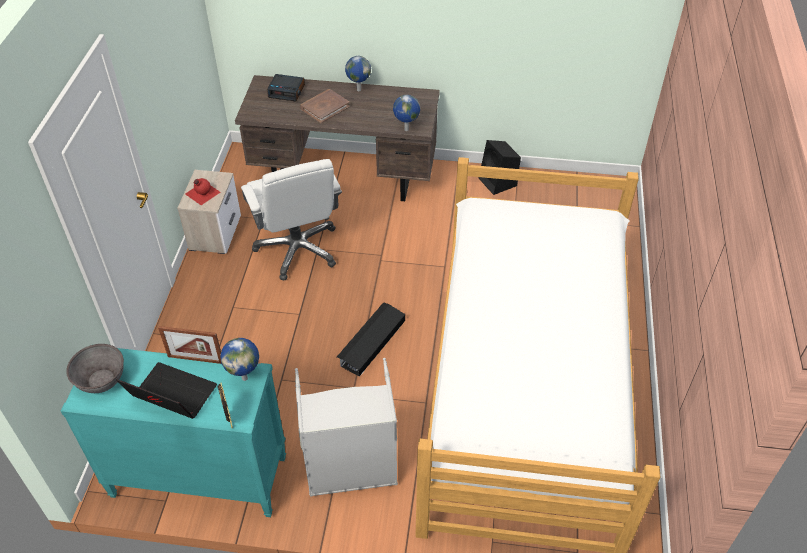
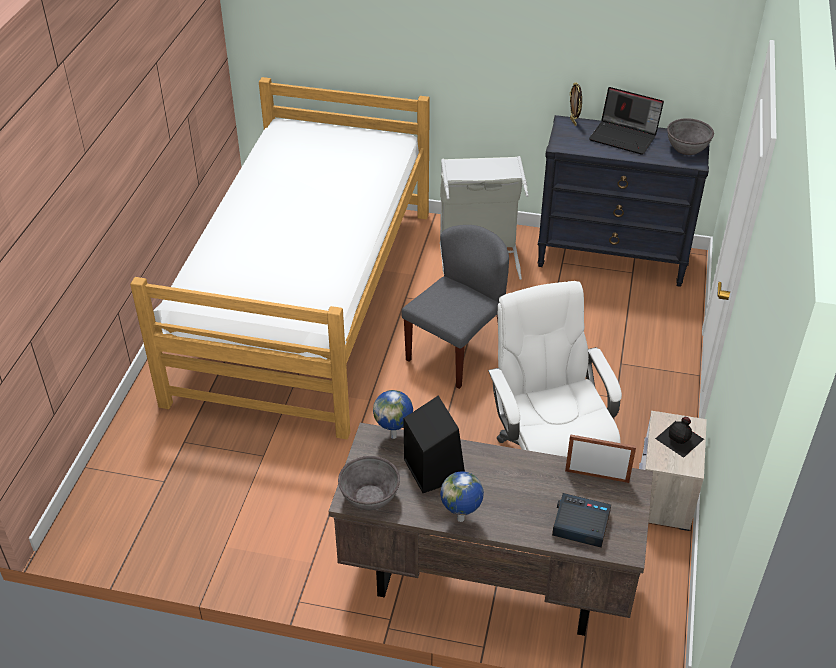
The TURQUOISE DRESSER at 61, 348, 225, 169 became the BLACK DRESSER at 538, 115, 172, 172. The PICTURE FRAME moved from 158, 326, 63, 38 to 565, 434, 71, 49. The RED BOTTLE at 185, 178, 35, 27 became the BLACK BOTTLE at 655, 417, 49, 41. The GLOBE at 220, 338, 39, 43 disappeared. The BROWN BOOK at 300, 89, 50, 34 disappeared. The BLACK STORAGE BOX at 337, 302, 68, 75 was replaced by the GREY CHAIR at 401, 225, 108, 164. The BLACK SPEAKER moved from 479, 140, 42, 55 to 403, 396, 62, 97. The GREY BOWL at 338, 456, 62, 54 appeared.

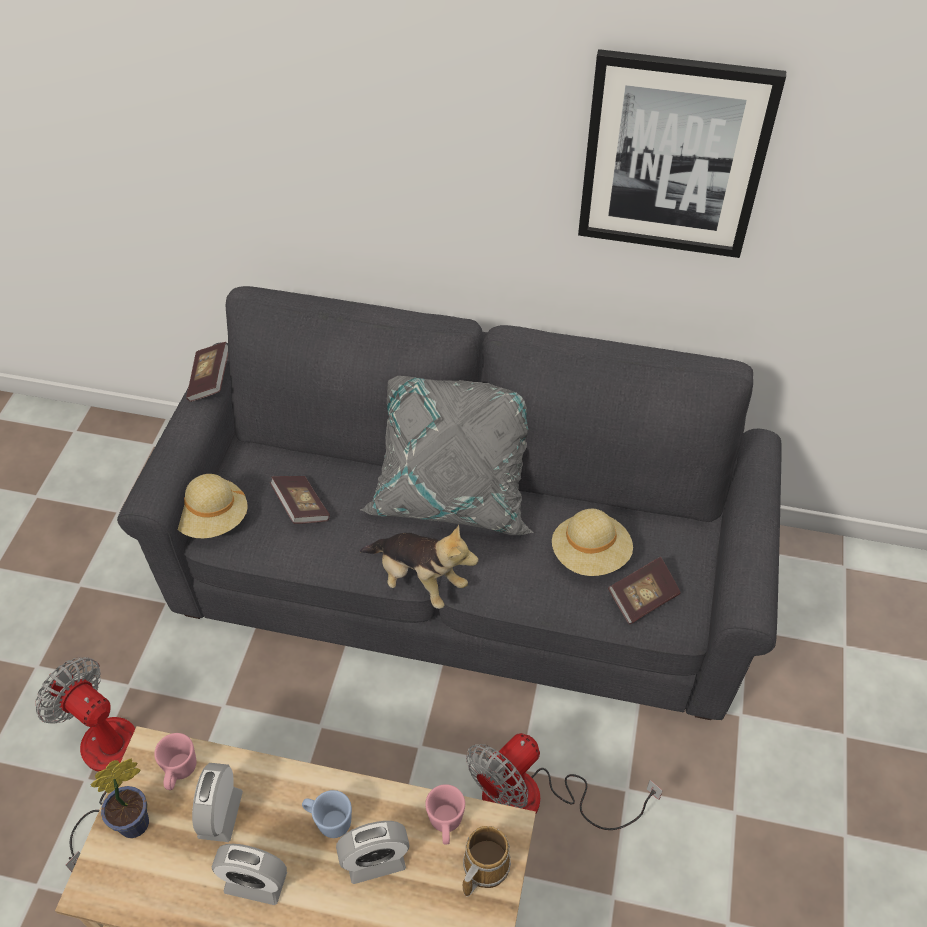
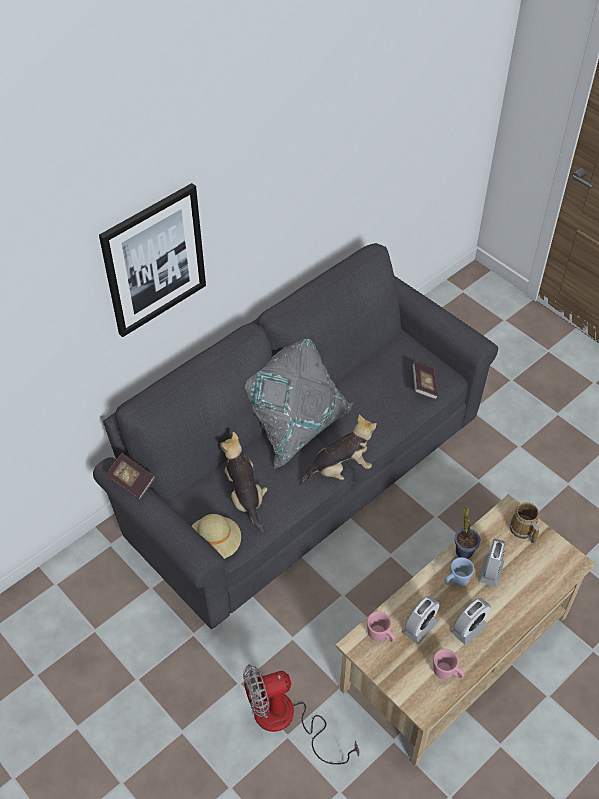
The POTTED PLANT moved from 90, 759, 59, 79 to 455, 506, 25, 53. The ALARM CLOCK at 192, 763, 51, 79 turned 90 degrees counterclockwise. The BOOK at 270, 476, 60, 48 was replaced by the PLUSH TOY at 220, 432, 48, 101. The PINK MUG moved from 425, 784, 40, 61 to 433, 649, 31, 30. The FAN at 466, 733, 197, 97 disappeared. The BEIGE HAT at 552, 509, 81, 67 disappeared. The PICTURE moved from 578, 49, 208, 209 to 99, 183, 107, 154.

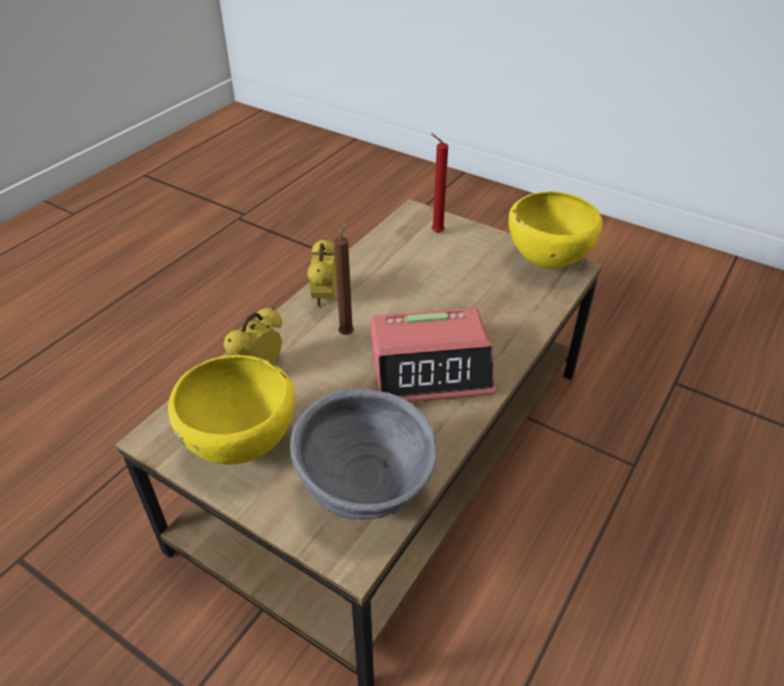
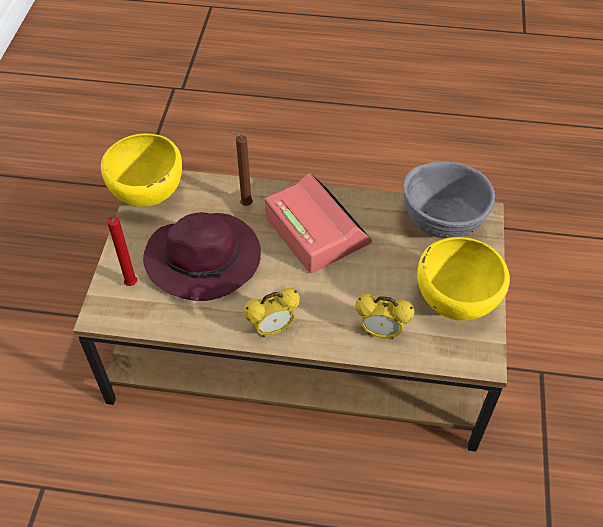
The BROWN CANDLE moved from 334, 222, 20, 113 to 229, 131, 24, 75. The PURPLE HAT at 143, 212, 118, 89 appeared.

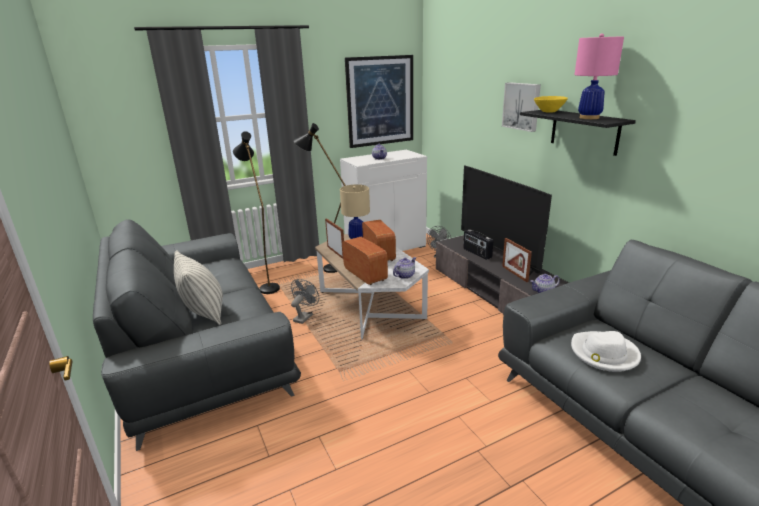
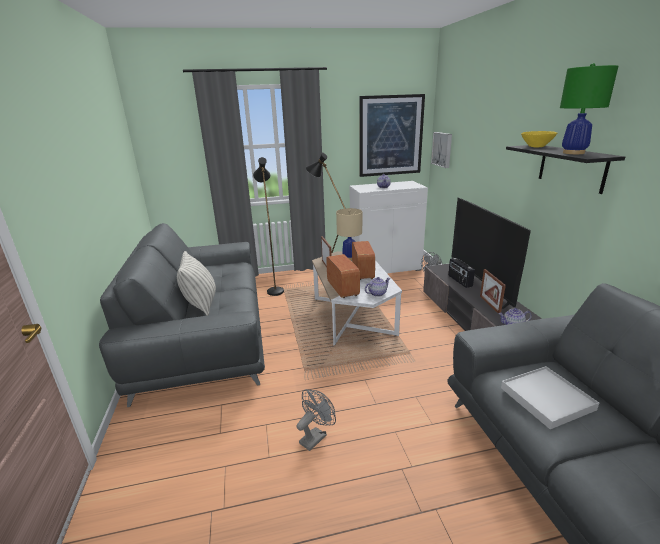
The GREY FAN moved from 291, 279, 28, 45 to 297, 389, 39, 62. The PICTURE moved from 502, 82, 39, 50 to 431, 132, 21, 36. The WHITE HAT at 571, 331, 70, 41 was replaced by the WHITE TRAY at 501, 366, 98, 63. The PINK TABLE LAMP at 575, 33, 49, 86 became the GREEN TABLE LAMP at 560, 63, 58, 91.

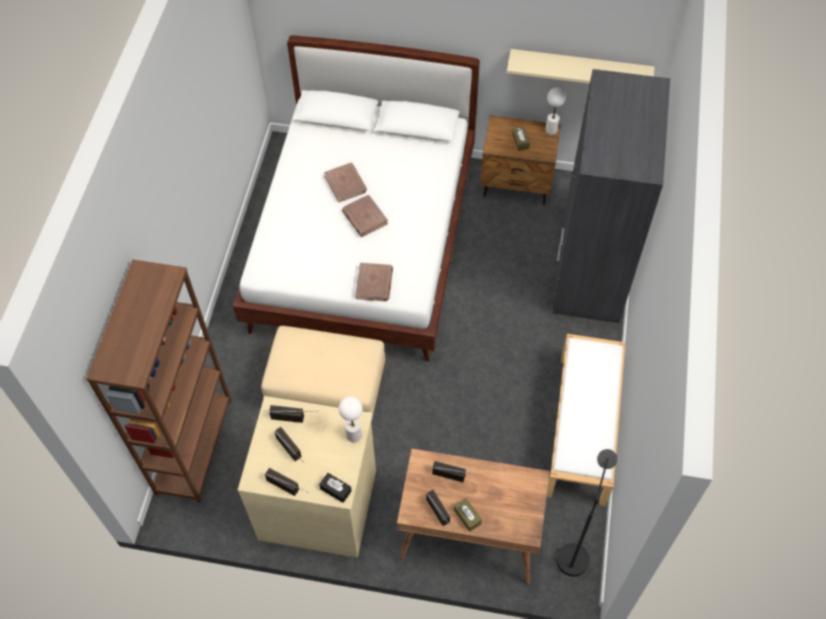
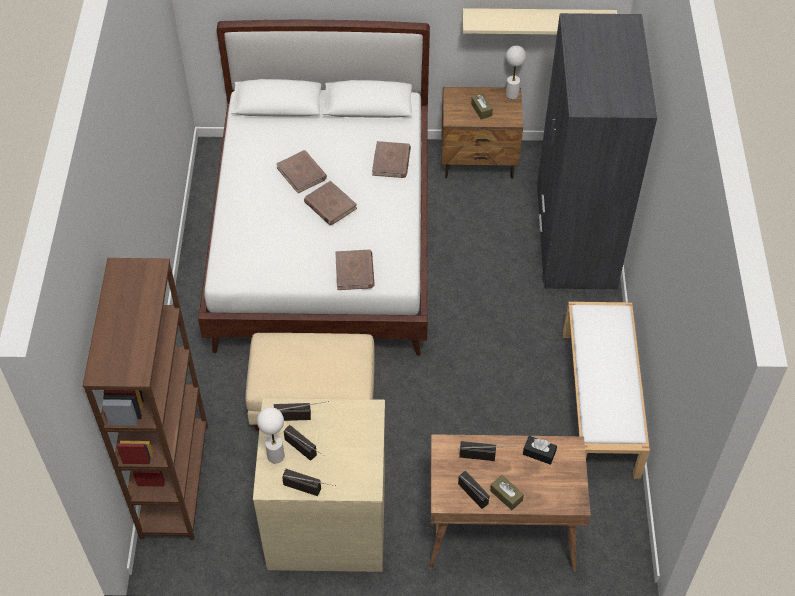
The BLACK TISSUE BOX moved from 319, 473, 32, 30 to 523, 436, 34, 29. The WHITE TABLE LAMP moved from 338, 397, 25, 45 to 257, 407, 28, 56. The BLACK FLOOR LAMP at 556, 449, 61, 127 disappeared. The BROWN BOOK at 372, 141, 39, 37 appeared.

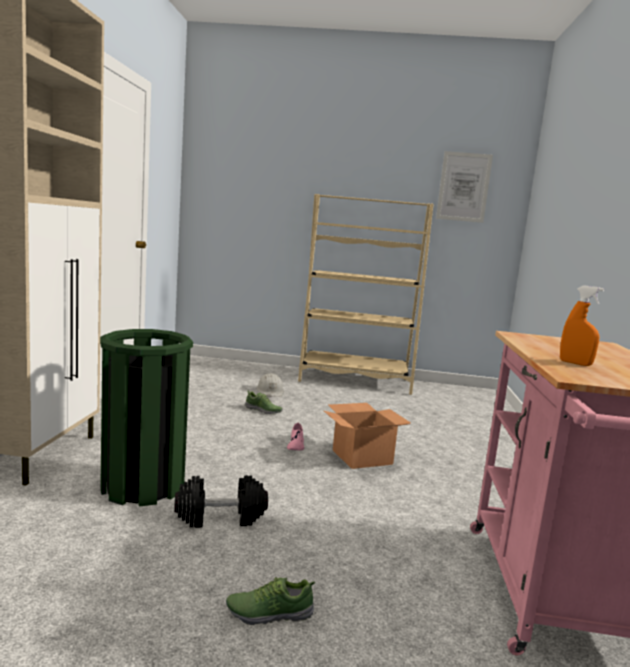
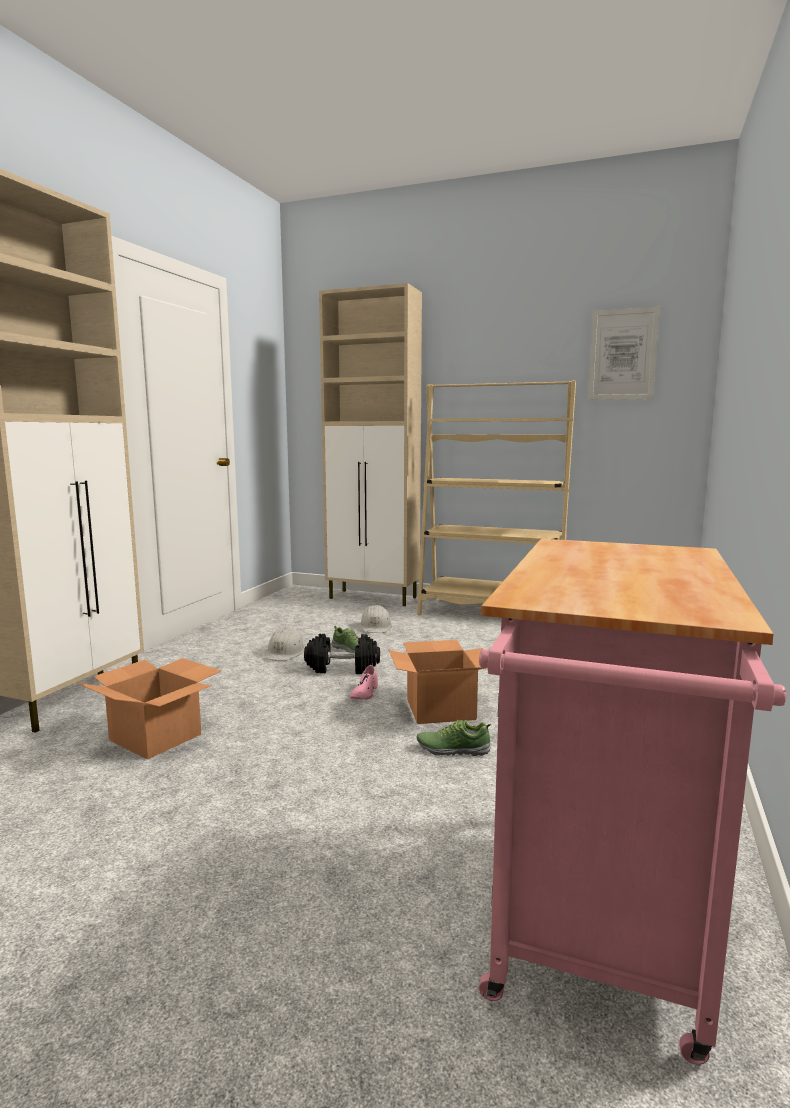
The GREEN TRASH CAN at 100, 329, 93, 178 was replaced by the CARDBOARD BOX at 77, 658, 144, 101. The BLACK DUMBBELL moved from 174, 475, 94, 53 to 304, 634, 76, 40. The SHOE moved from 226, 577, 90, 48 to 417, 720, 74, 36. The ORANGE SPRAY BOTTLE at 560, 285, 44, 81 disappeared. The WHITE HARD HAT at 265, 627, 40, 34 appeared. The BEIGE CABINET at 319, 283, 103, 323 appeared.

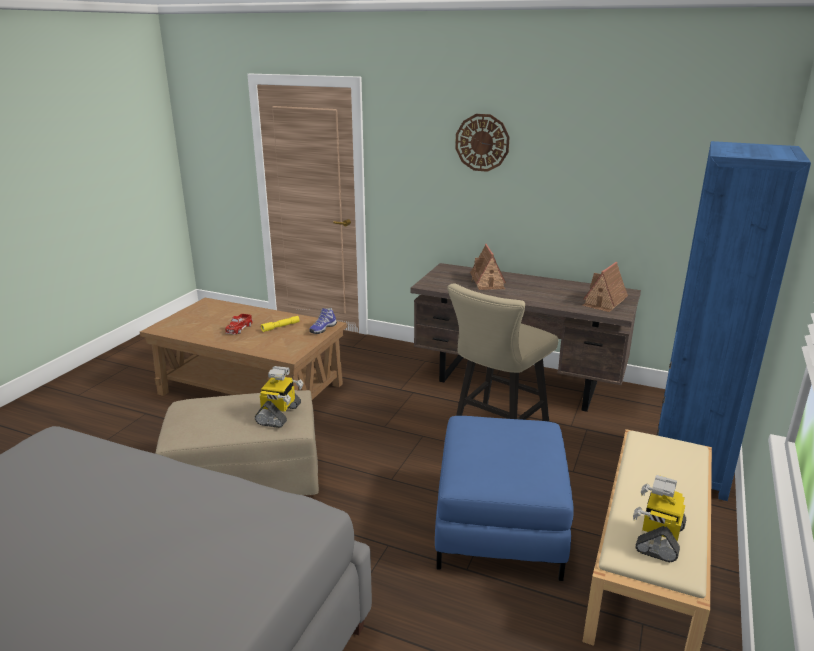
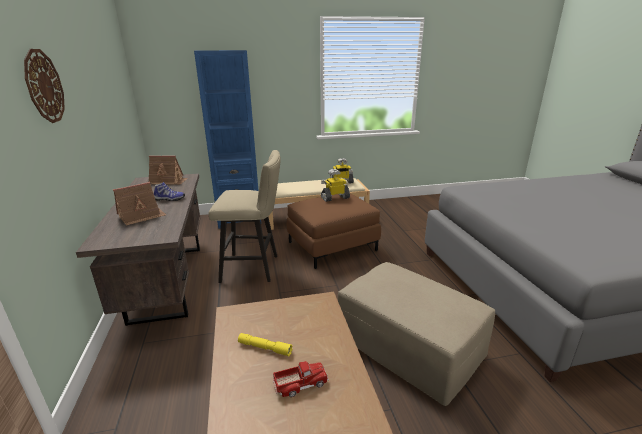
The TOY ROBOT moved from 255, 366, 49, 62 to 321, 169, 29, 33. The SHOE moved from 309, 308, 28, 26 to 154, 182, 31, 19. The BLUE OTTOMAN at 435, 416, 139, 165 became the BROWN OTTOMAN at 287, 193, 94, 76.

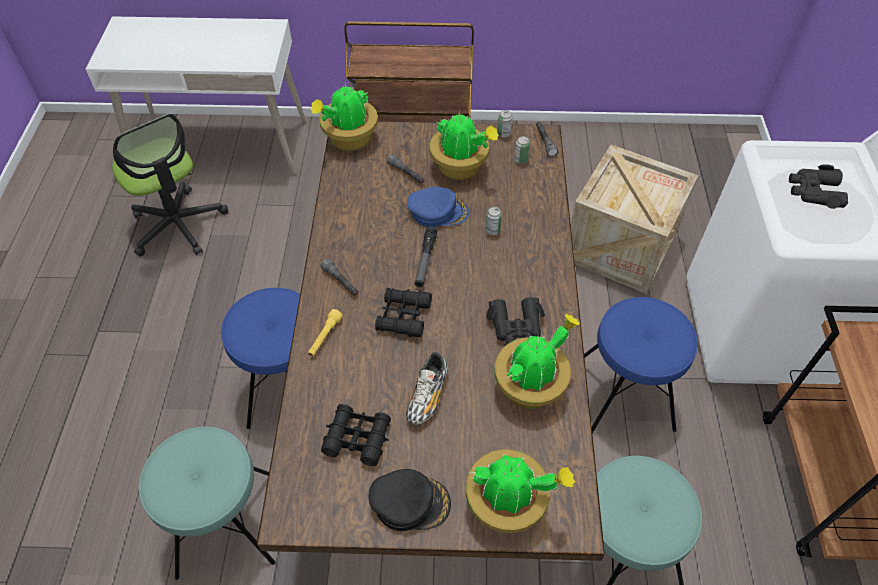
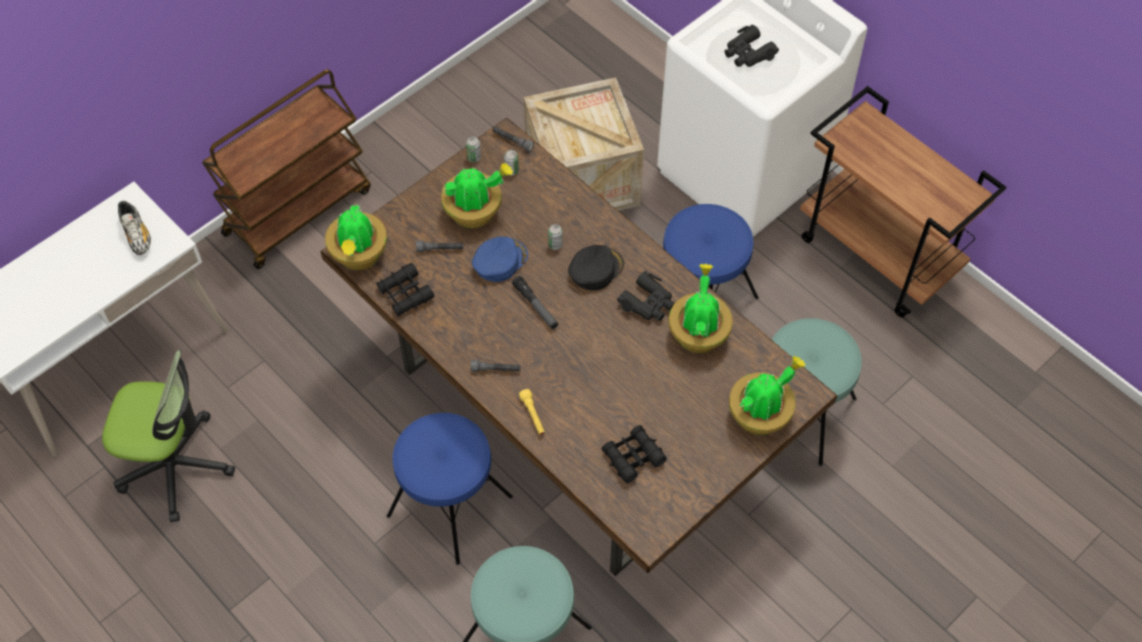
The BLACK CAP moved from 369, 469, 82, 62 to 568, 245, 56, 45. The BLACK BINOCULARS moved from 375, 288, 57, 49 to 376, 263, 58, 54. The SHOE moved from 406, 352, 43, 73 to 118, 201, 33, 54.

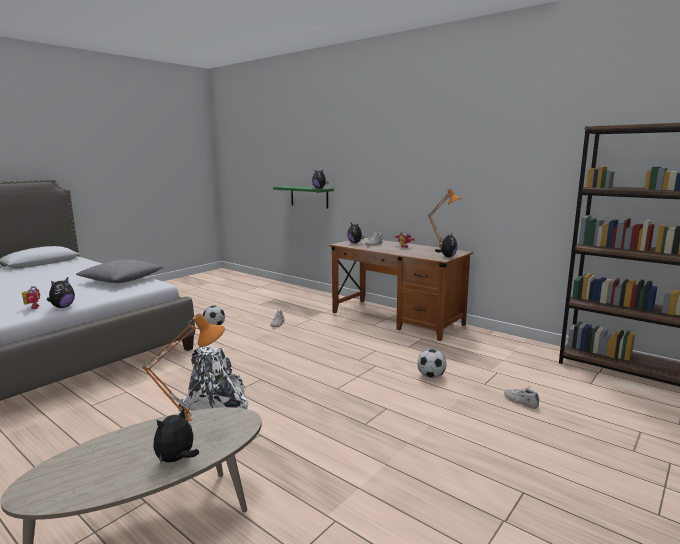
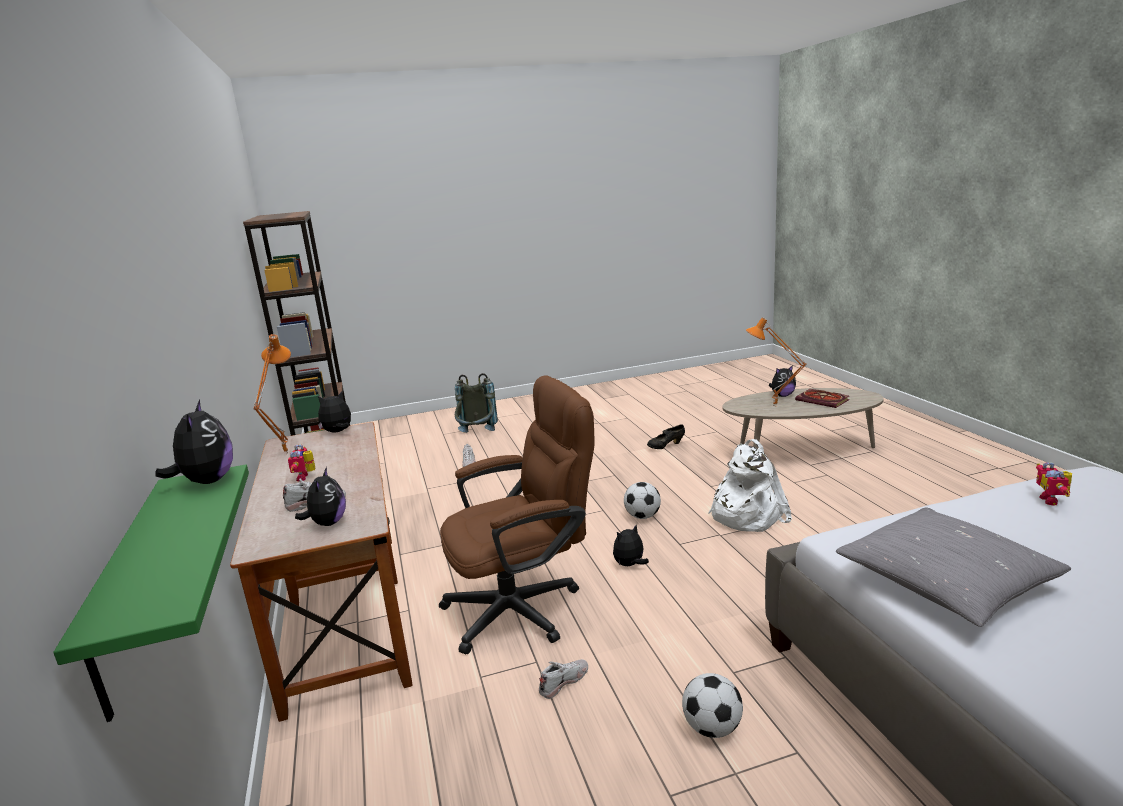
The PLUSH TOY moved from 47, 277, 28, 31 to 613, 525, 36, 41. The FOOTBALL moved from 417, 349, 30, 29 to 624, 482, 37, 37. The BROWN OFFICE CHAIR at 439, 375, 156, 279 appeared. The GREY BACKPACK at 455, 373, 43, 60 appeared. The BLACK SHOE at 647, 424, 38, 25 appeared. The BOOK at 795, 389, 54, 19 appeared.

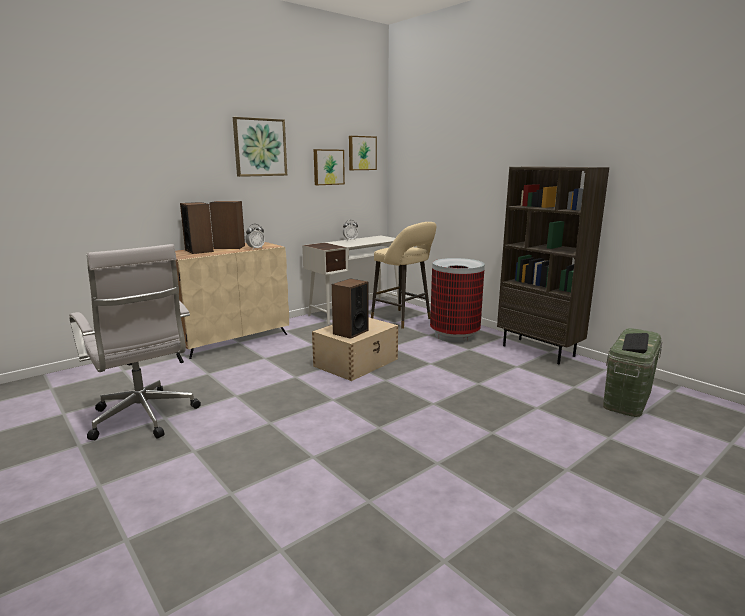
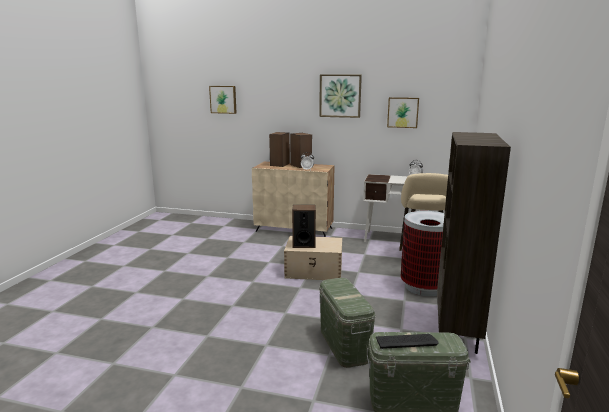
The WHITE OFFICE CHAIR at 69, 244, 132, 196 disappeared. The PICTURE moved from 349, 136, 28, 34 to 209, 86, 28, 28. The GREEN STORAGE BOX at 319, 278, 57, 90 appeared.

